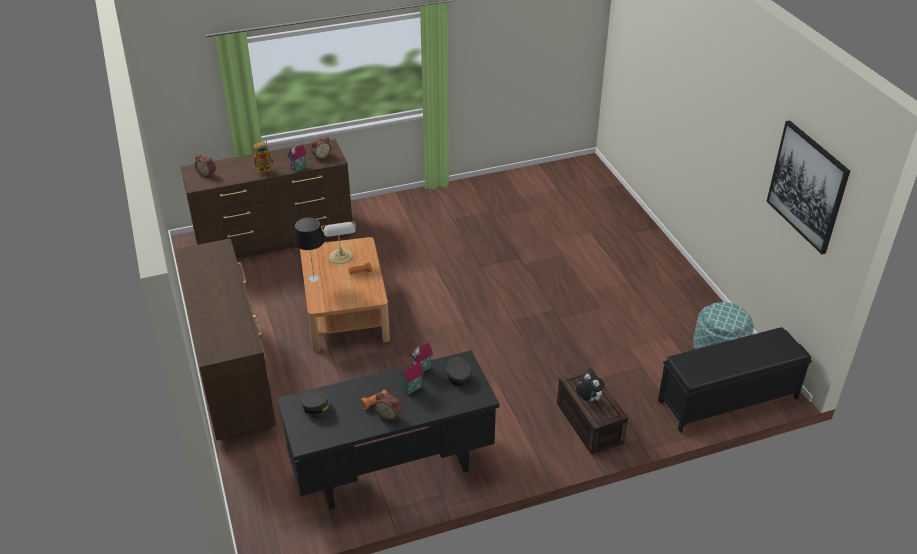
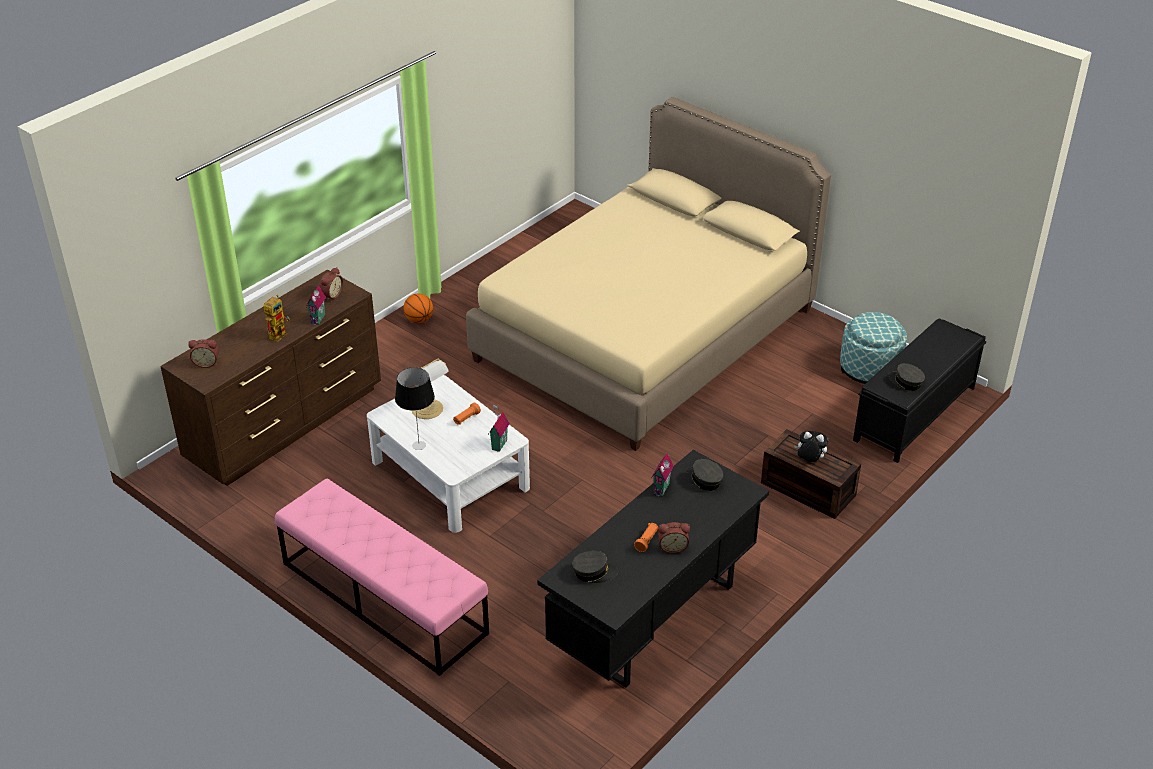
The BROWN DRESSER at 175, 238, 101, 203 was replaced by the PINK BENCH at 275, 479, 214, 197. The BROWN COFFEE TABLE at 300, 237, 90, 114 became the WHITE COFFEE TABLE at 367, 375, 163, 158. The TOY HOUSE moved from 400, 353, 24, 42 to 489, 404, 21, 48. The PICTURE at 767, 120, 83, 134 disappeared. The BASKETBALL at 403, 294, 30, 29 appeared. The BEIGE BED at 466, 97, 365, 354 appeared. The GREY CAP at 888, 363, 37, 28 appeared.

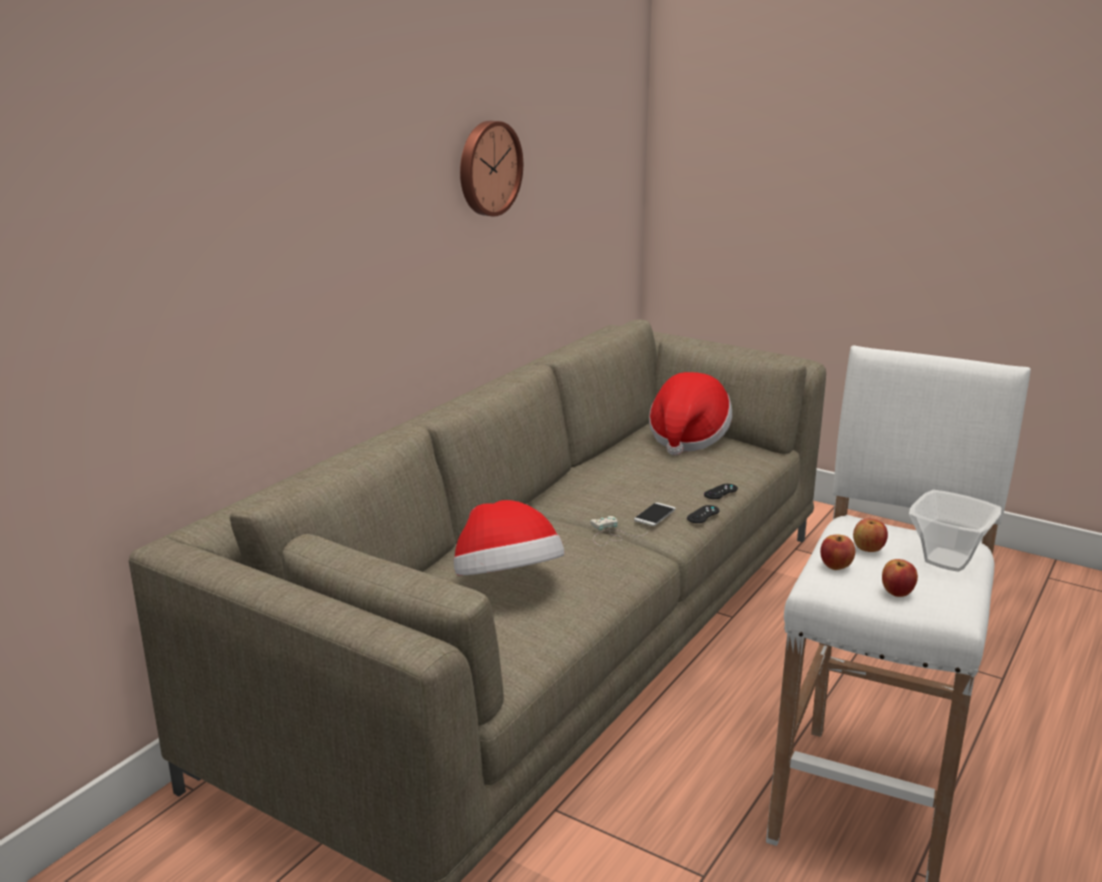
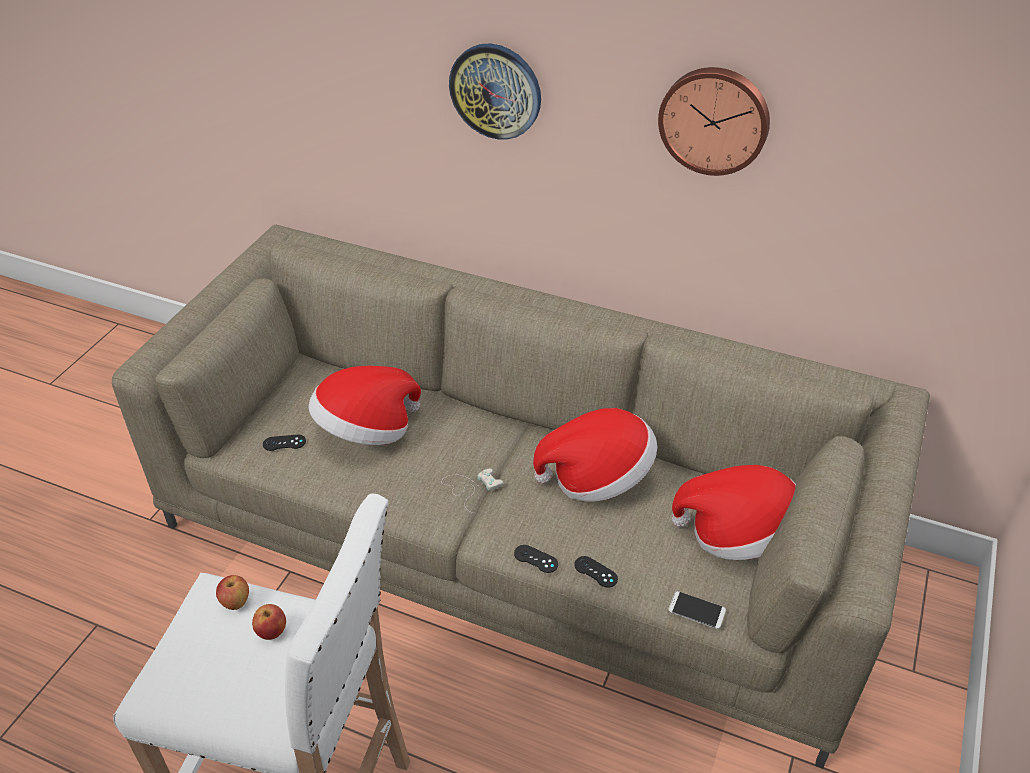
The PHONE moved from 634, 502, 42, 24 to 668, 591, 58, 38. The APPLE at 882, 559, 36, 38 disappeared. The BOWL at 909, 489, 92, 83 disappeared. The BLACK GAME CONTROLLER at 263, 435, 43, 16 appeared. The WALL CLOCK at 449, 44, 92, 95 appeared. The HAT at 533, 408, 124, 94 appeared.

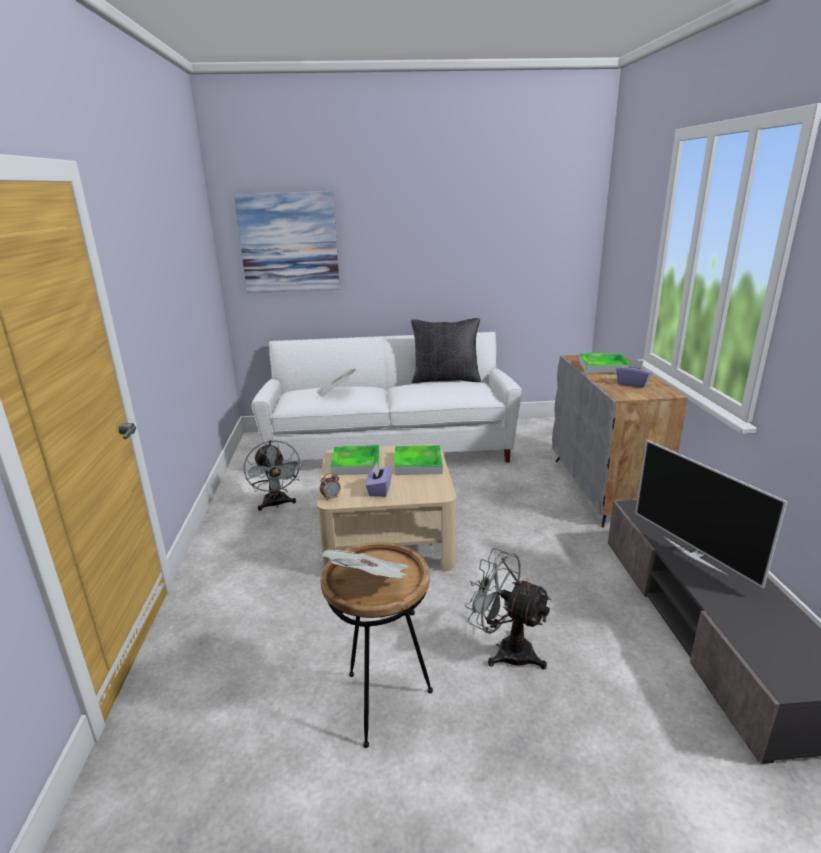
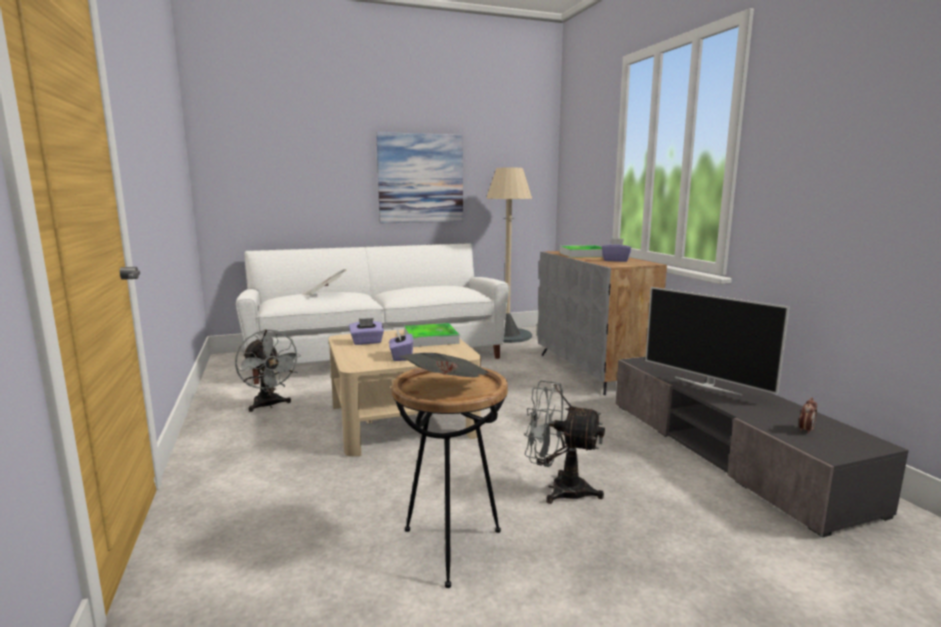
The PICTURE moved from 234, 191, 106, 102 to 376, 132, 87, 91. The ALARM CLOCK moved from 320, 473, 20, 28 to 799, 397, 18, 37. The TRAY at 331, 445, 49, 30 was replaced by the PURPLE TISSUE BOX at 349, 318, 35, 27. The BLACK PILLOW at 411, 318, 70, 65 disappeared. The BEIGE FLOOR LAMP at 486, 168, 46, 175 appeared.

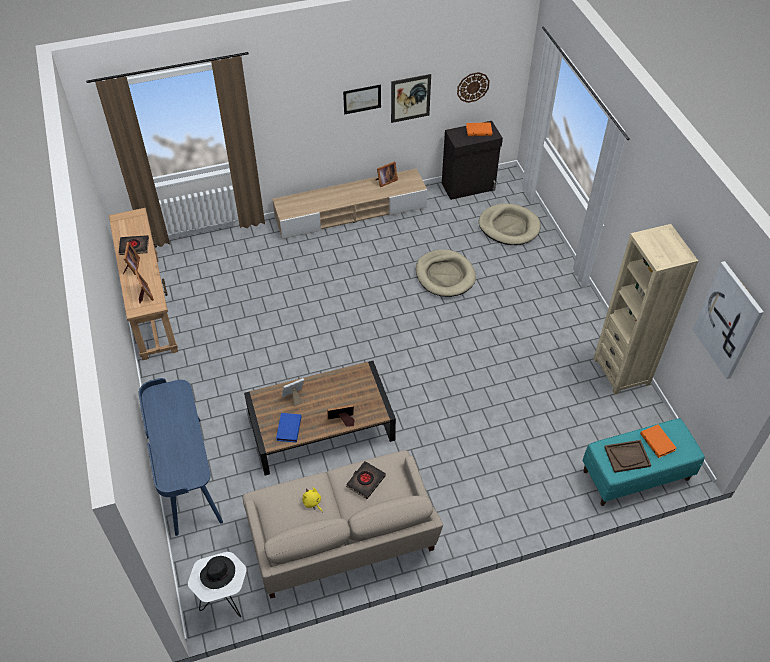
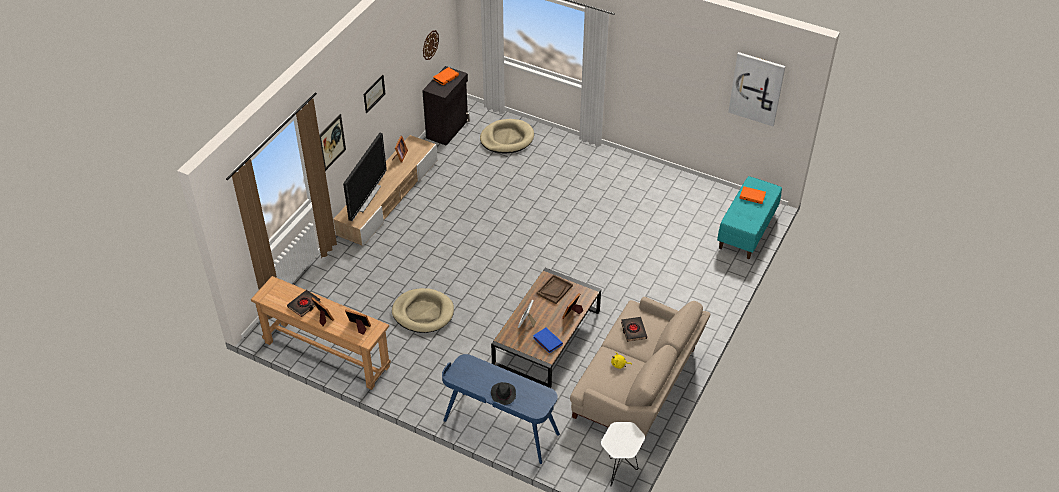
The BLACK HAT moved from 200, 556, 35, 33 to 491, 382, 25, 23. The PICTURE moved from 391, 74, 40, 49 to 319, 114, 27, 57. The BEIGE DOG BED moved from 416, 249, 60, 48 to 392, 288, 62, 45. The BEIGE BOOKCASE at 594, 224, 104, 171 disappeared. The BROWN TRAY moved from 604, 440, 47, 33 to 537, 274, 36, 30. The TELEVISION at 343, 133, 44, 88 appeared.

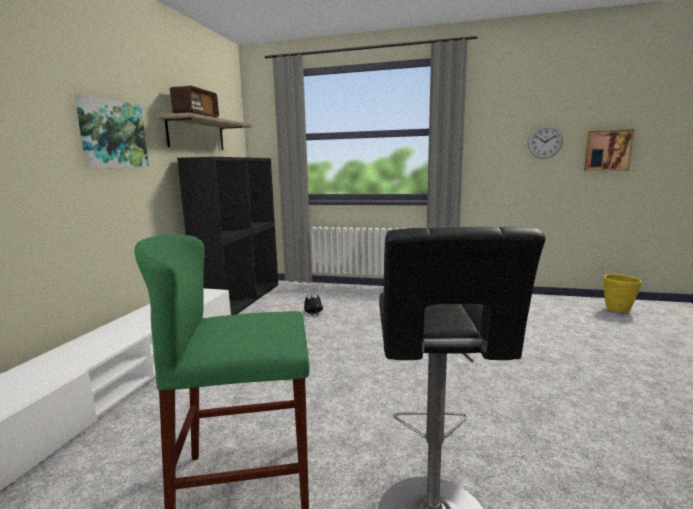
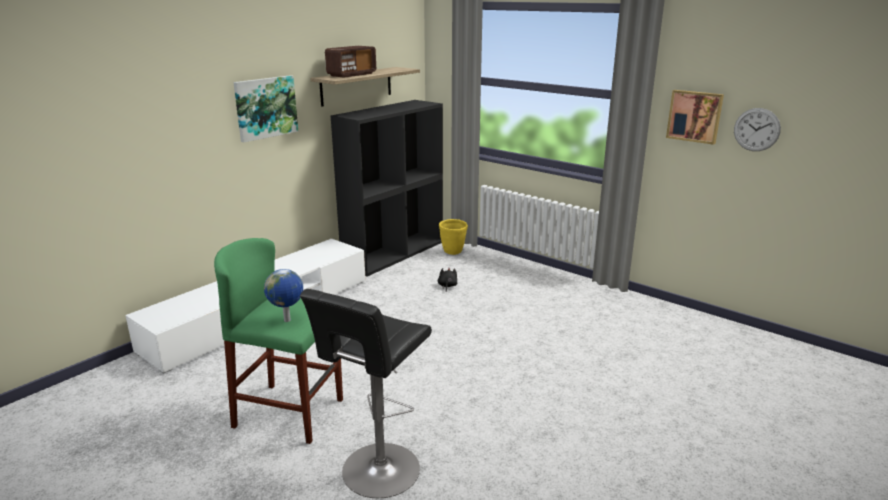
The PICTURE moved from 584, 129, 51, 42 to 666, 90, 58, 55. The YELLOW PLANTER moved from 604, 274, 38, 38 to 439, 219, 29, 36. The GLOBE at 264, 269, 39, 53 appeared.

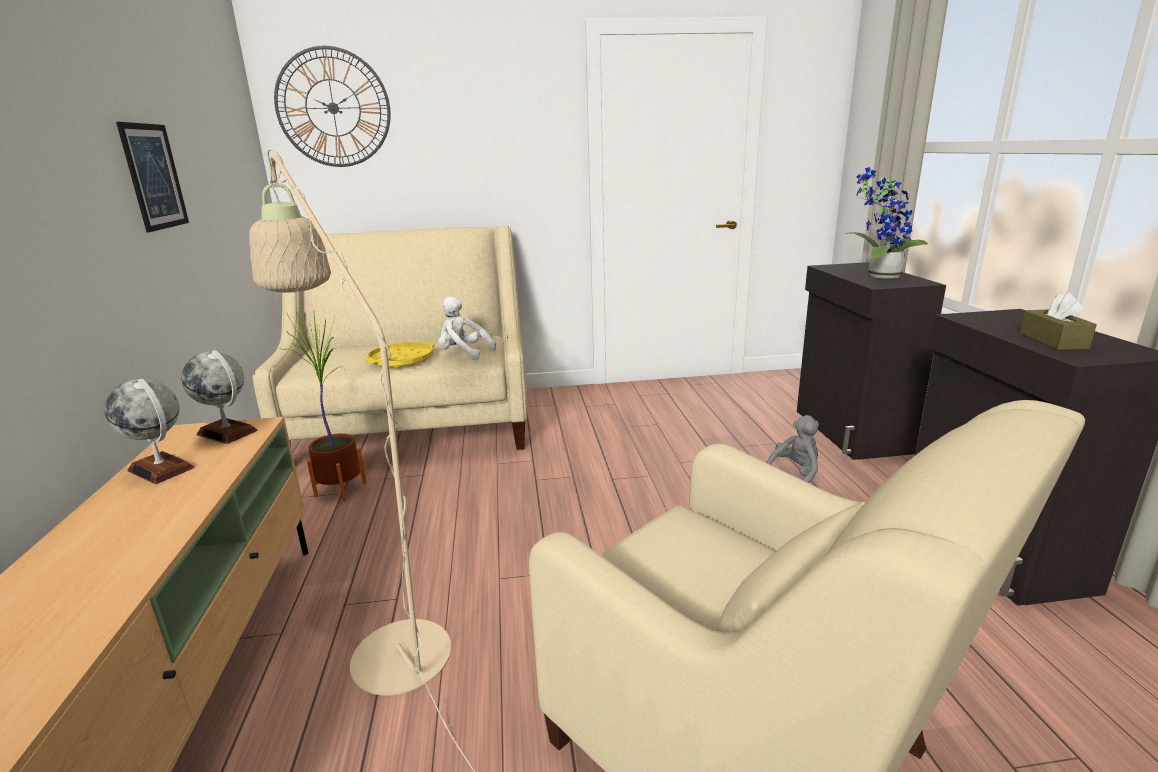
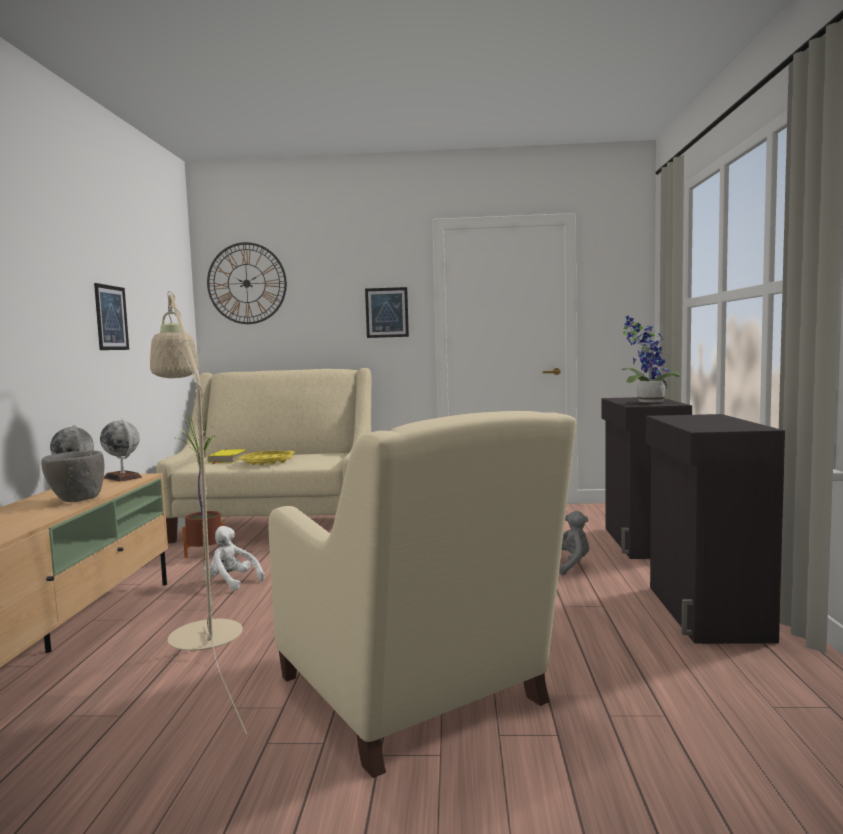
The WHITE PLUSH TOY moved from 438, 296, 58, 64 to 204, 526, 60, 65. The BROWN TISSUE BOX at 1020, 293, 77, 57 disappeared. The GREY BOWL at 41, 451, 63, 51 appeared. The YELLOW BOOK at 208, 449, 39, 15 appeared. The PICTURE at 365, 287, 44, 51 appeared.

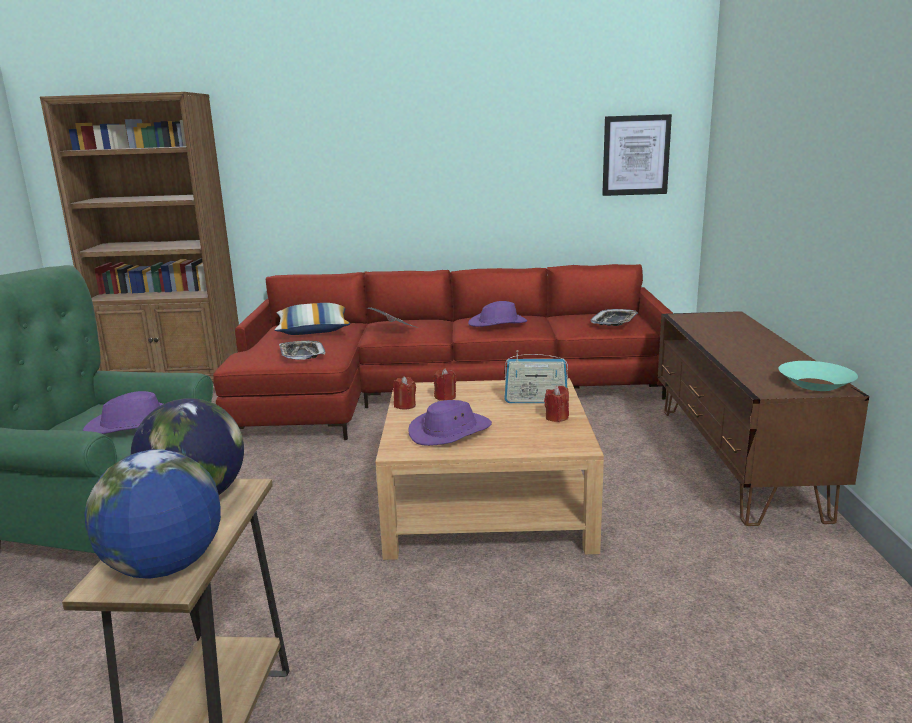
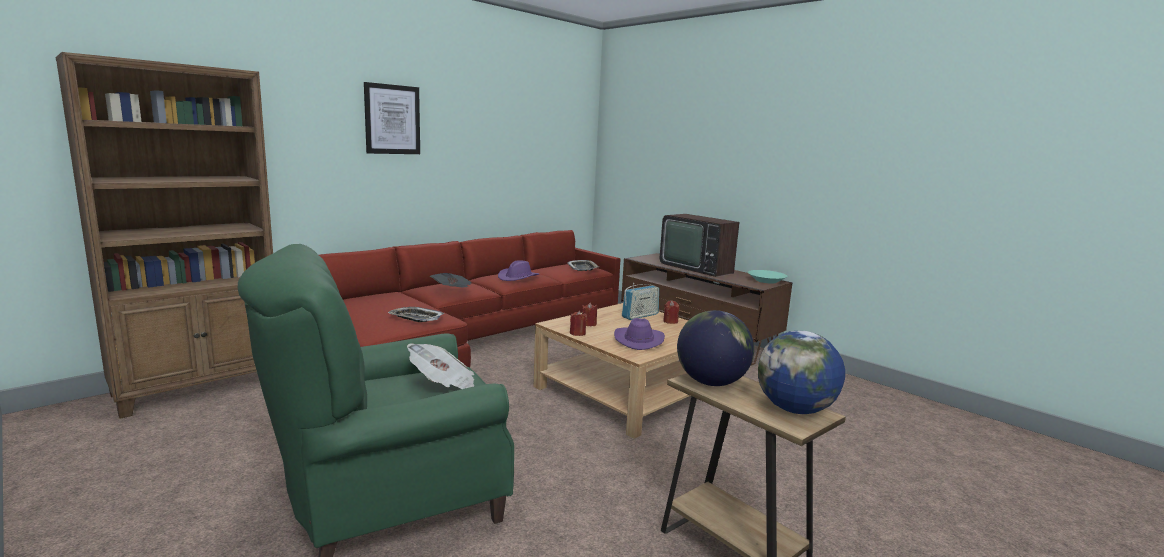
The PURPLE HAT at 83, 391, 80, 43 was replaced by the NEWSPAPER at 407, 343, 67, 46. The PILLOW at 275, 303, 75, 32 disappeared. The PICTURE moved from 602, 114, 70, 82 to 364, 82, 56, 72. The TELEVISION at 660, 214, 79, 63 appeared.

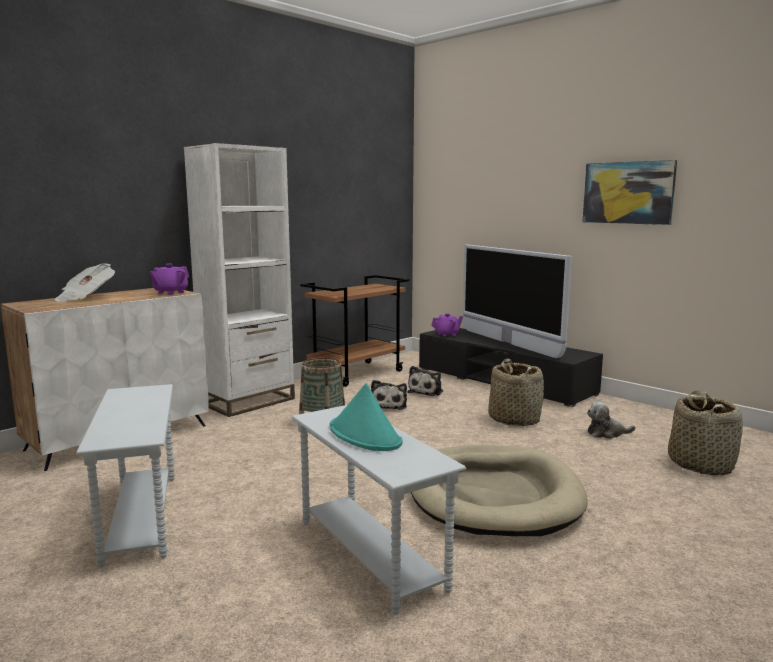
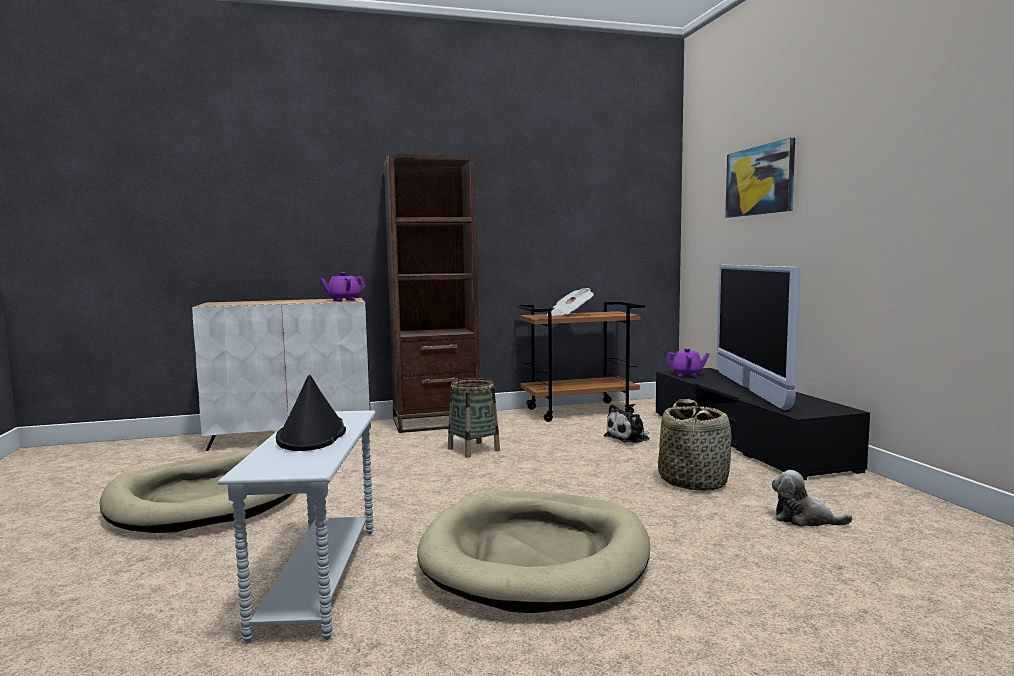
The NEWSPAPER moved from 54, 263, 61, 39 to 547, 288, 47, 28. The WHITE SIDE TABLE at 76, 384, 99, 184 was replaced by the BEIGE DOG BED at 99, 450, 193, 83. The WHITE BOOKCASE at 184, 143, 111, 274 became the BROWN BOOKCASE at 384, 154, 96, 279. The TURQUOISE HAT at 330, 383, 72, 68 became the BLACK HAT at 276, 375, 70, 76. The PLUSH TOY at 371, 380, 36, 30 disappeared. The PICTURE moved from 583, 160, 94, 65 to 725, 138, 70, 80. The BASKET at 668, 390, 75, 85 disappeared.

